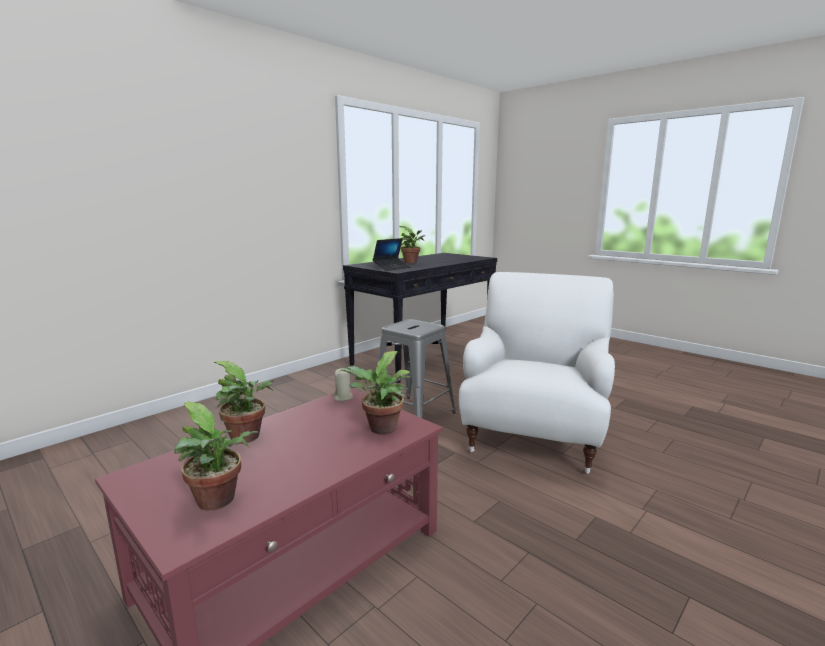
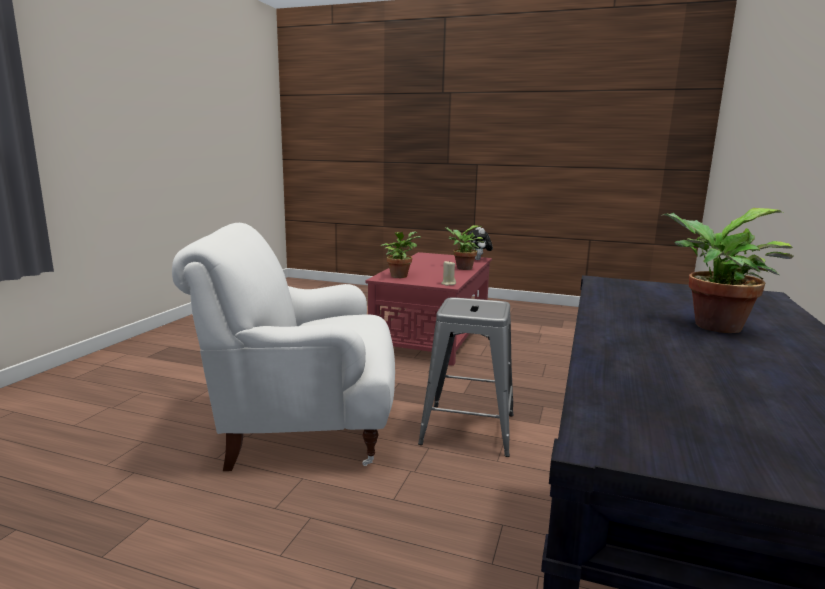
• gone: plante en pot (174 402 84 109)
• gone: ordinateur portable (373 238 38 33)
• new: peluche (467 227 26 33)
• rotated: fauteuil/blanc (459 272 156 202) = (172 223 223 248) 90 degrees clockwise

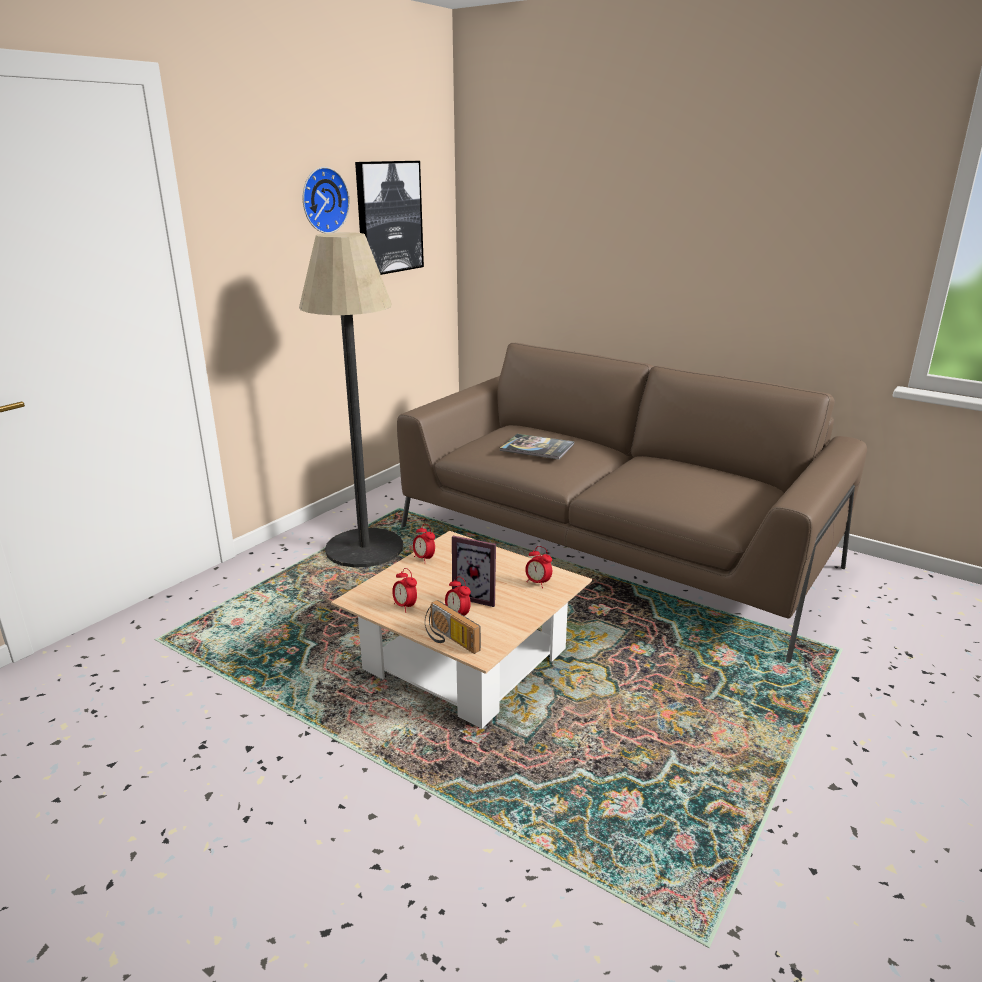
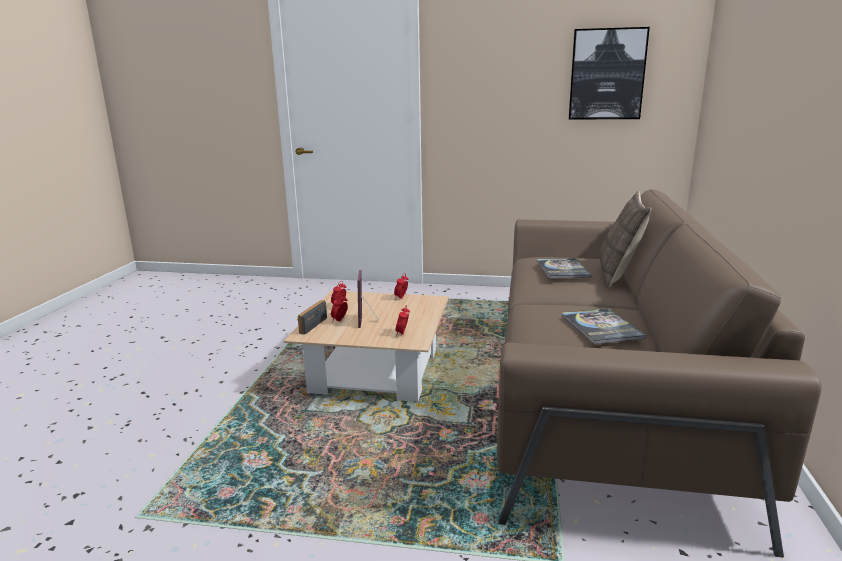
• gone: lampadaire (299 232 104 335)
• gone: horloge murale (303 167 47 66)
• new: livre (562 308 84 36)
• new: coussin (599 191 52 96)

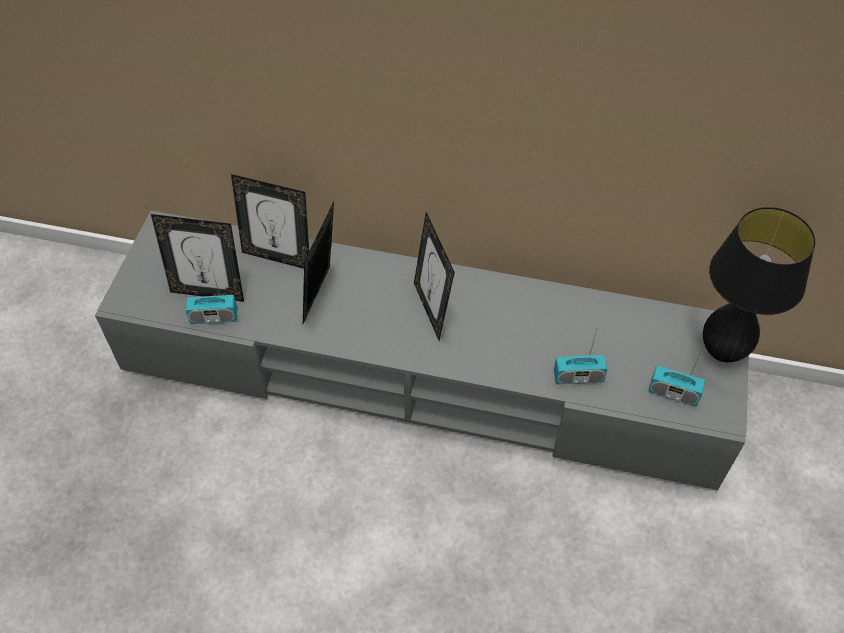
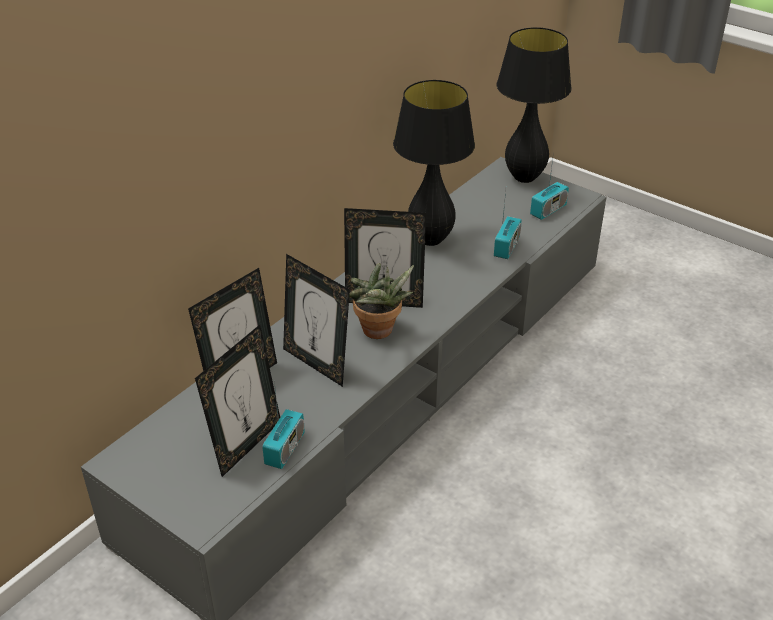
• new: plante en pot (349 263 65 76)
• new: lampe de table/noir (393 80 82 166)

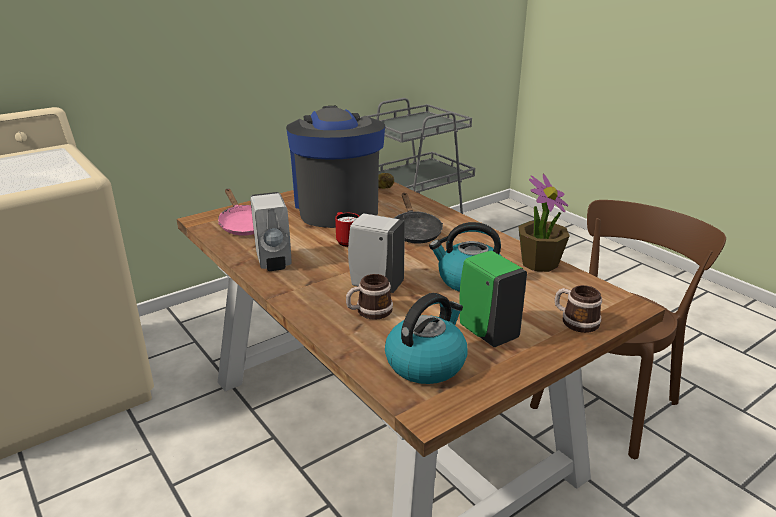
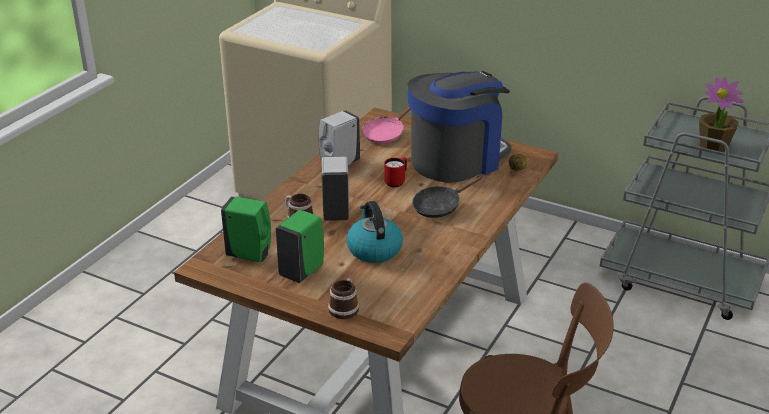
• shifted: plante en pot (518 174 52 98) to (699 77 45 75)
• swapped: bouilloire (385 293 83 91) to distributeur de savon/vert (221 196 50 66)

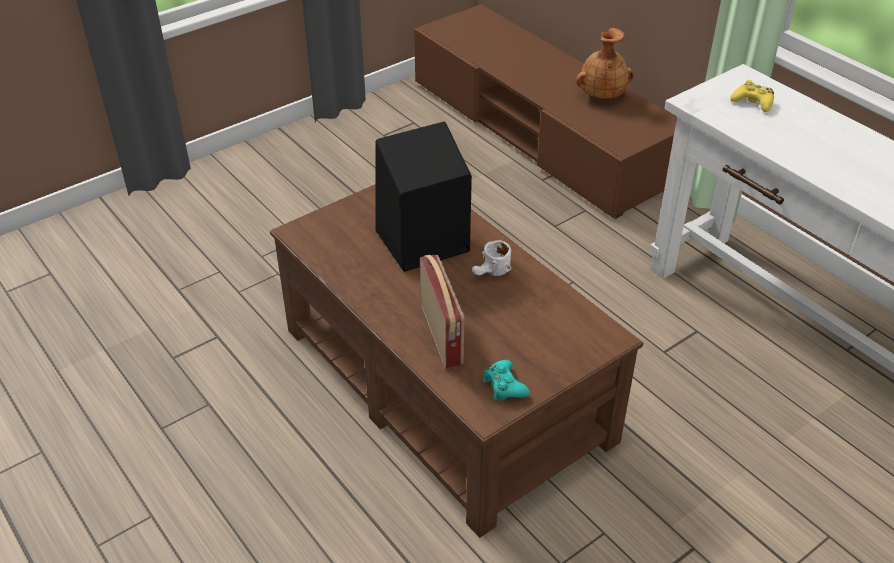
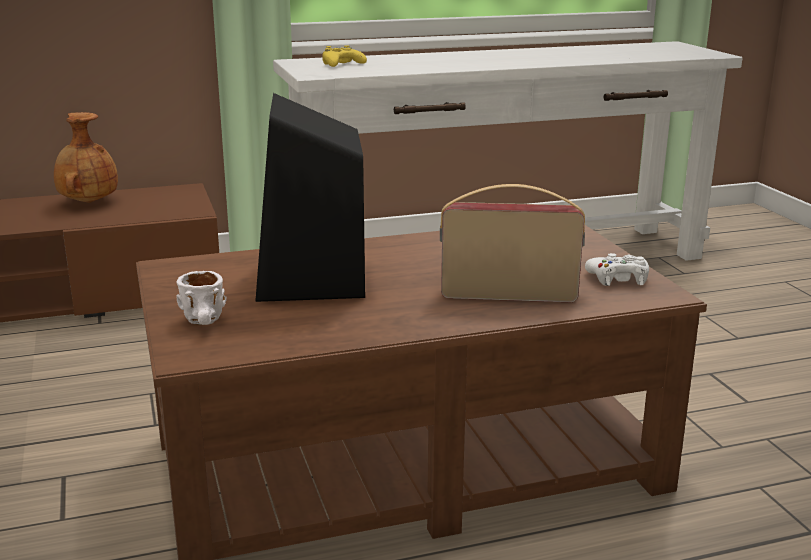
• shifted: mug/blanc (472 240 40 36) to (176 271 51 54)
• repainted: manette/turquoise (482 360 48 41) to manette/blanc (585 253 64 33)

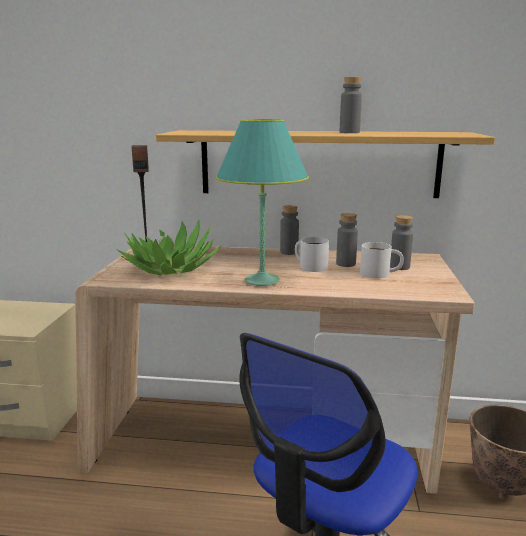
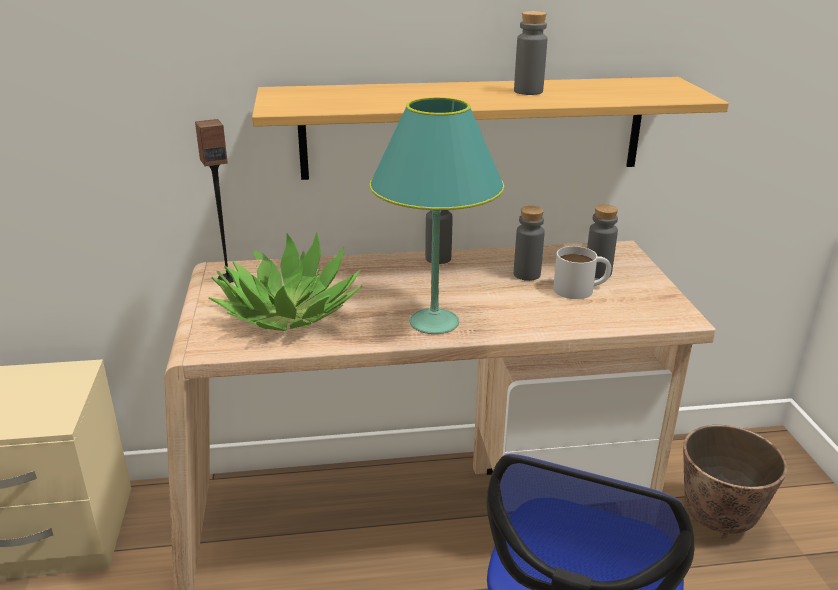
• gone: mug/blanc (295 237 34 35)

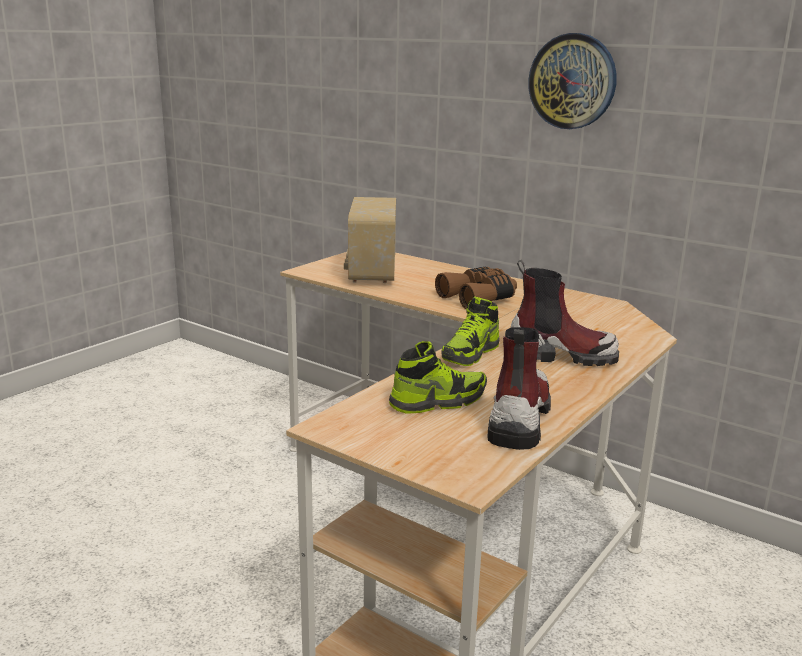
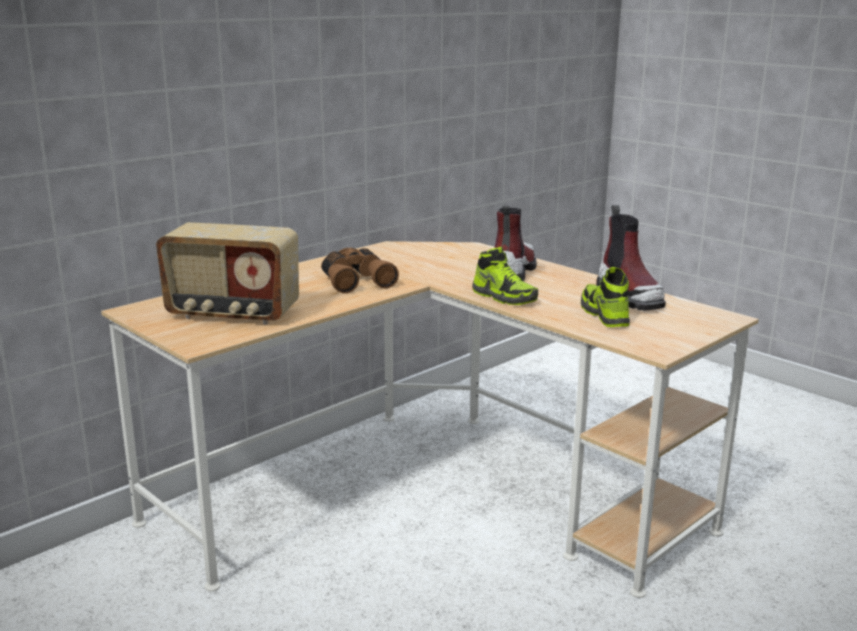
• gone: horloge murale (528 33 89 96)
• rotated: botte (487 327 64 123) = (596 205 70 106) 135 degrees counterclockwise

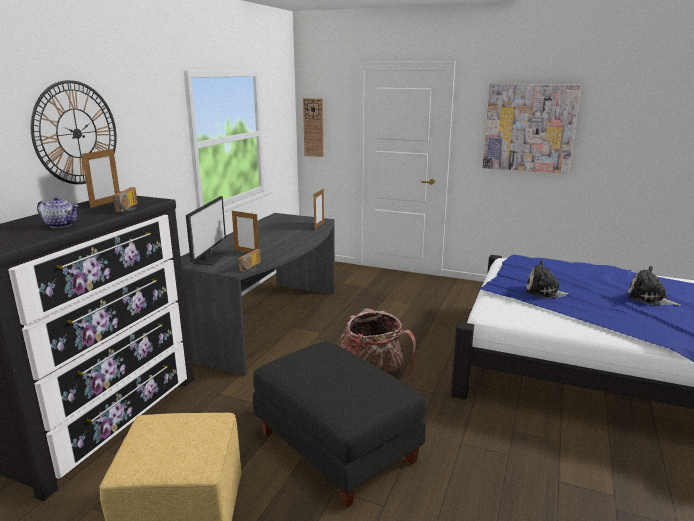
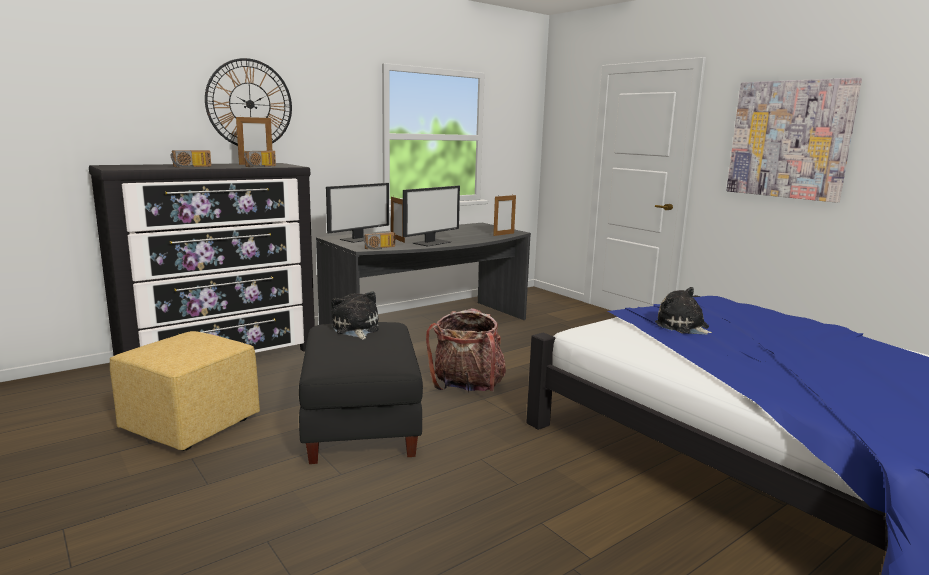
• gone: horloge murale (303 98 21 59)
• new: écran d'ordinateur (403 186 57 61)
• shifted: peluche (627 266 54 40) to (332 291 47 49)
• swapped: théière (37 197 42 31) to radio (171 150 40 17)

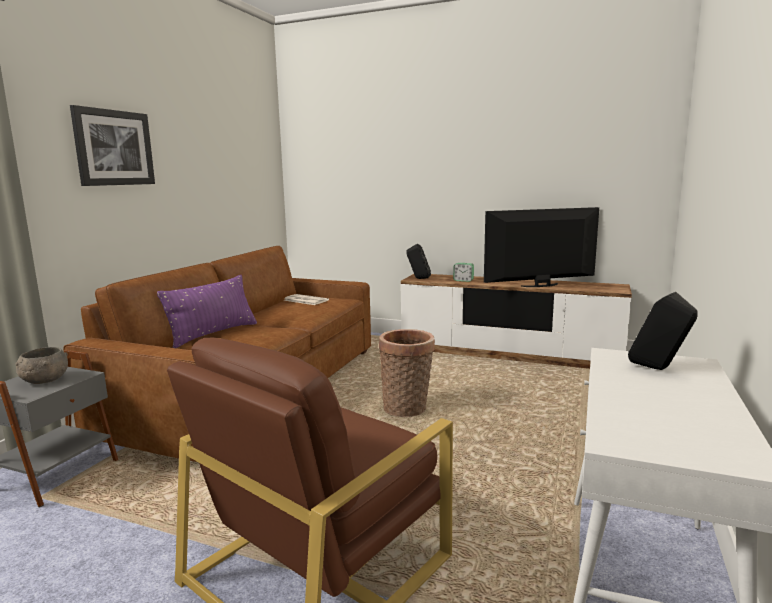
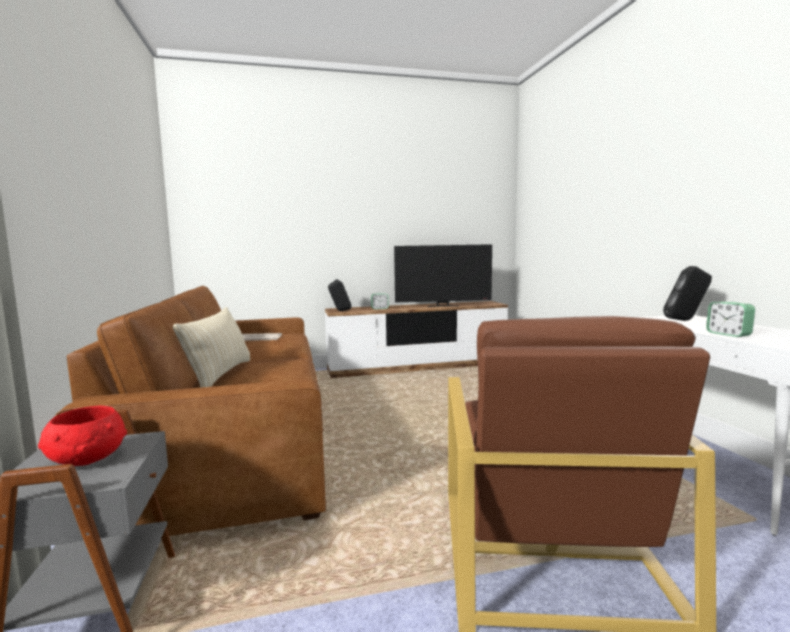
• gone: tableau (70 105 85 81)
• gone: panier (379 329 56 88)
• new: réveil (706 302 49 35)
• repainted: bol/gris (16 347 52 37) to bol/rouge (38 406 89 60)
• repainted: coussin/violet (157 275 100 73) to coussin/beige (173 307 77 81)
• rotated: téléviseur (484 207 115 80) = (394 244 98 63) 135 degrees counterclockwise

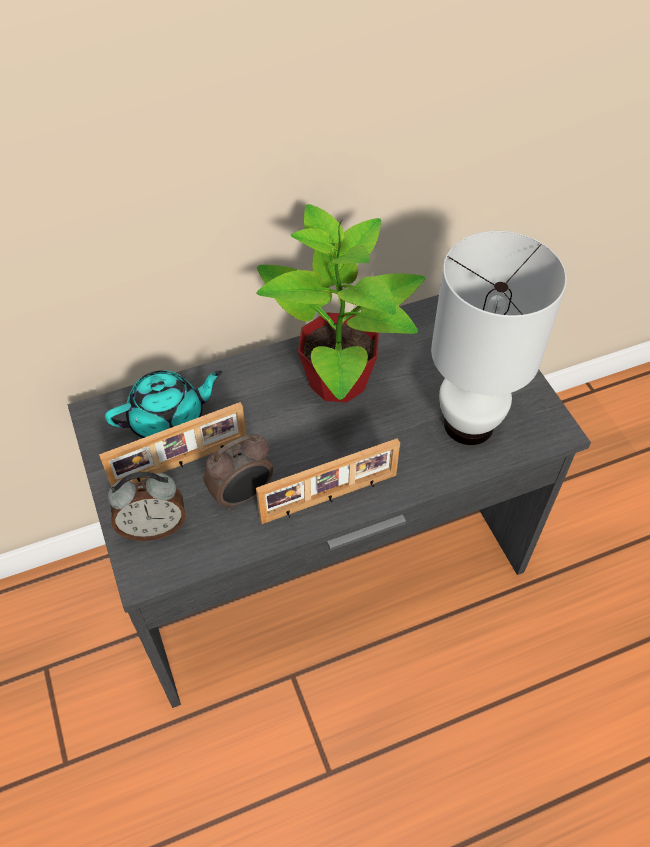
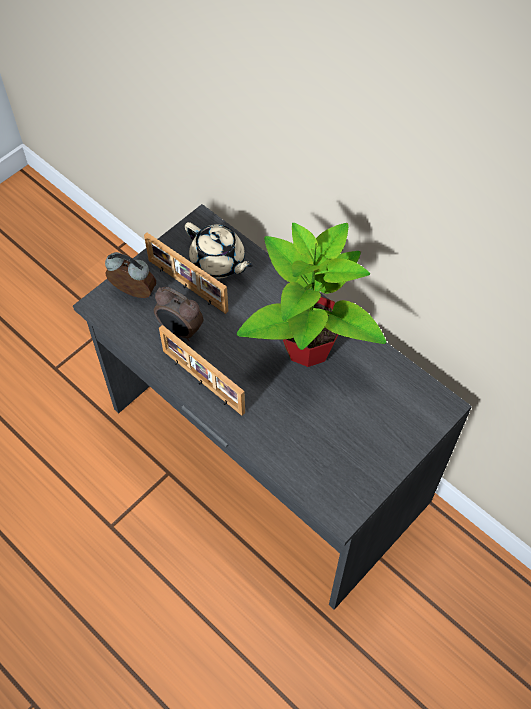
• gone: lampe de table/blanc (431 231 136 214)
• repainted: théière/turquoise (105 370 118 69) to théière/beige (185 222 68 57)
• rotated: réveil (108 472 77 69) = (105 252 51 46) 150 degrees clockwise

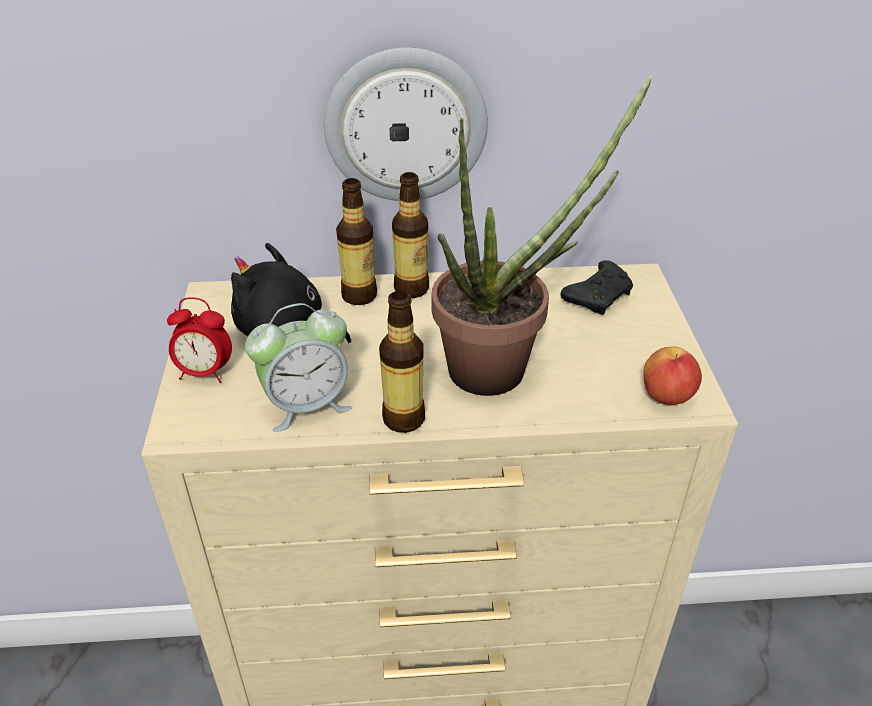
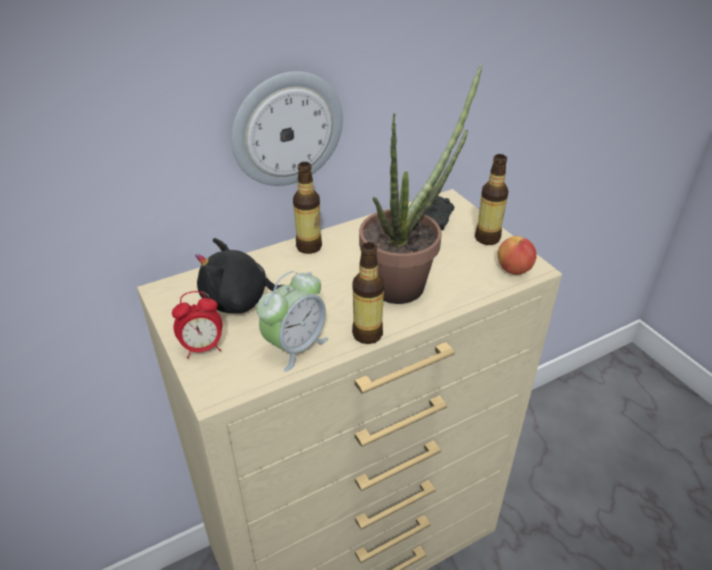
• shifted: bouteille (336 178 41 127) to (475 154 34 91)

